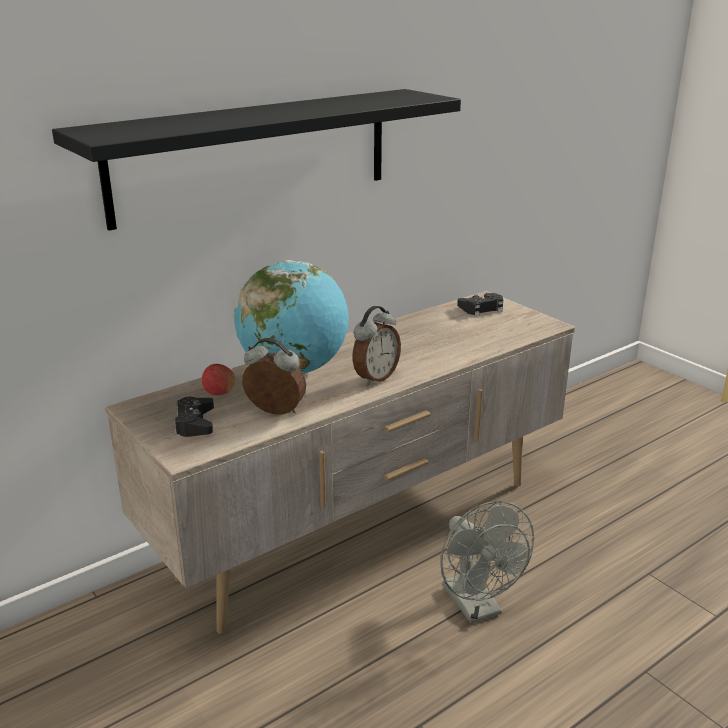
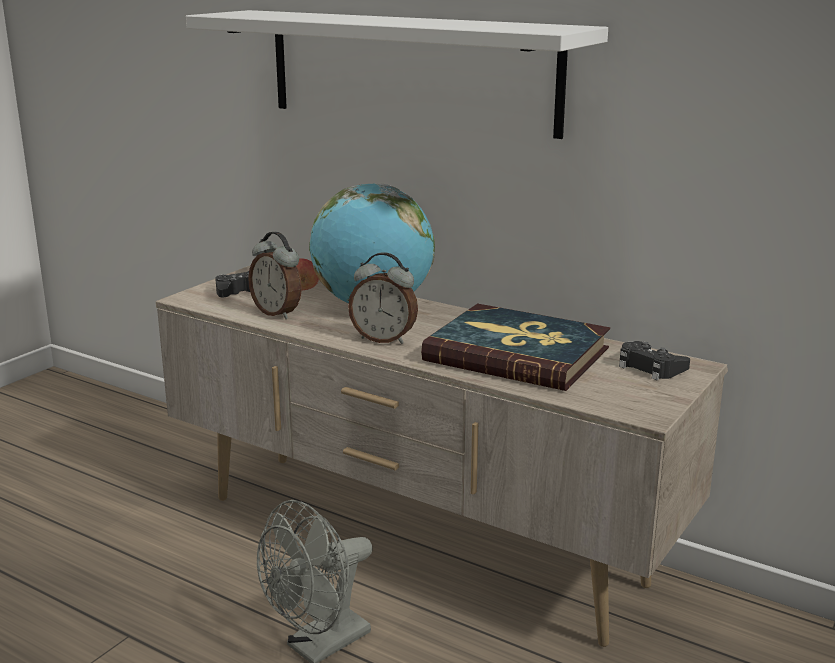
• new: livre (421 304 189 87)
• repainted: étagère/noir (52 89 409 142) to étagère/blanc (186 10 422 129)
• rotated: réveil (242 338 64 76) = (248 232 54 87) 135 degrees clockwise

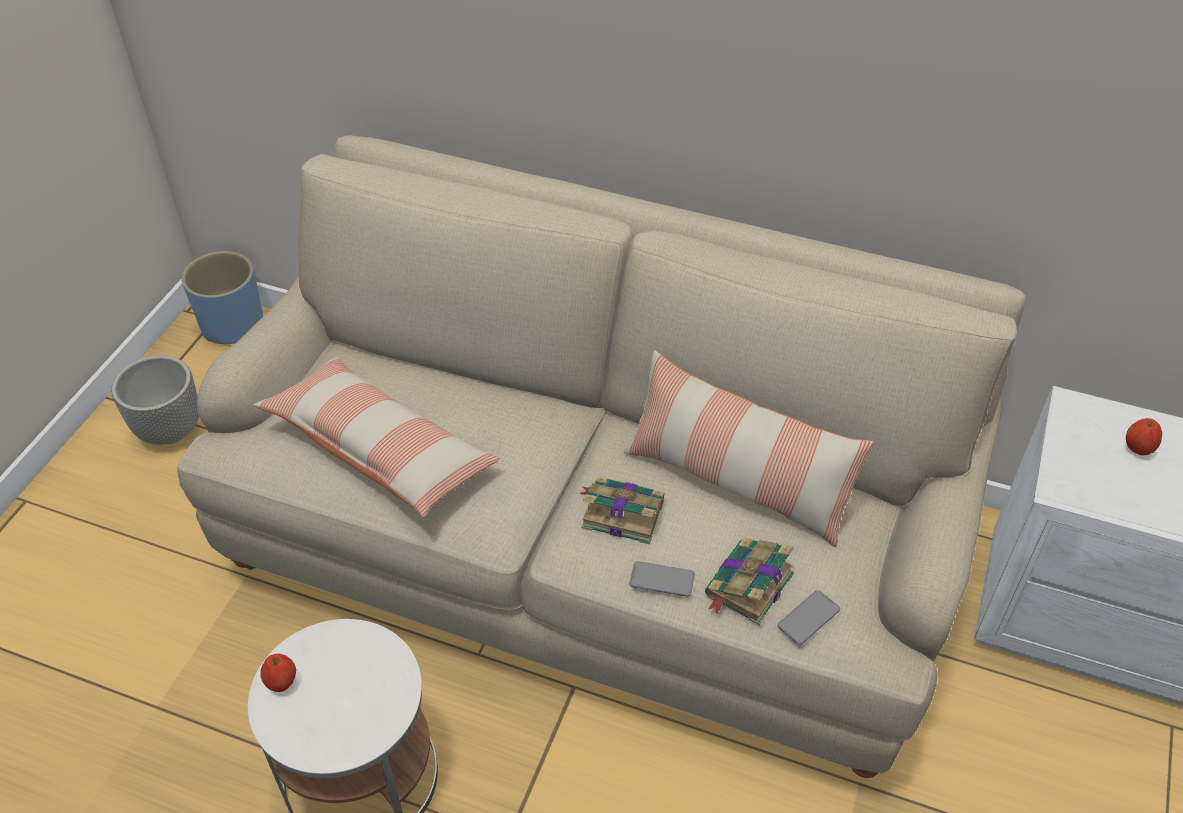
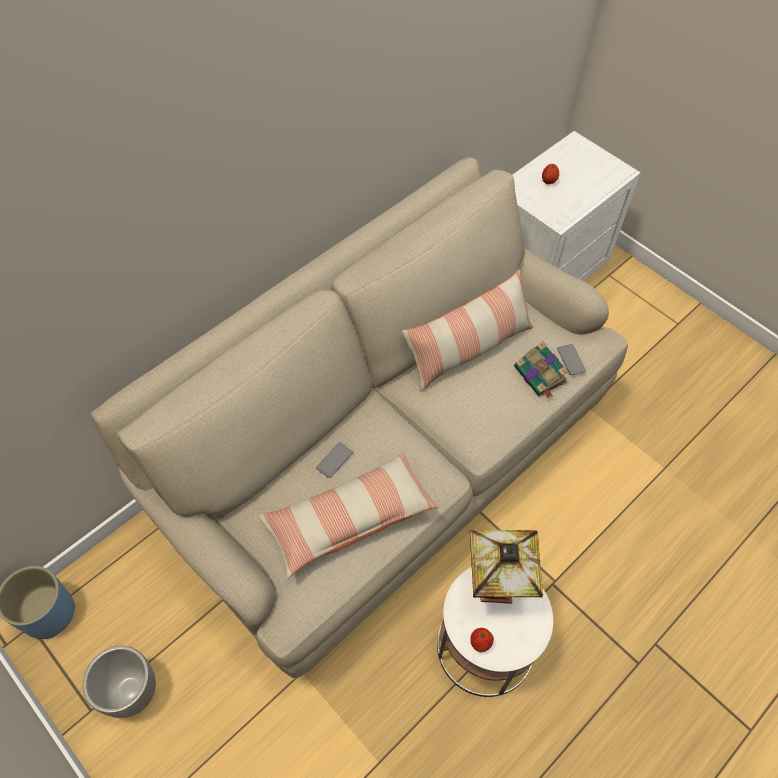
• gone: livre (579 476 86 68)
• new: lampe de table (470 530 73 74)
• shifted: téléphone (629 561 66 36) to (316 442 37 36)

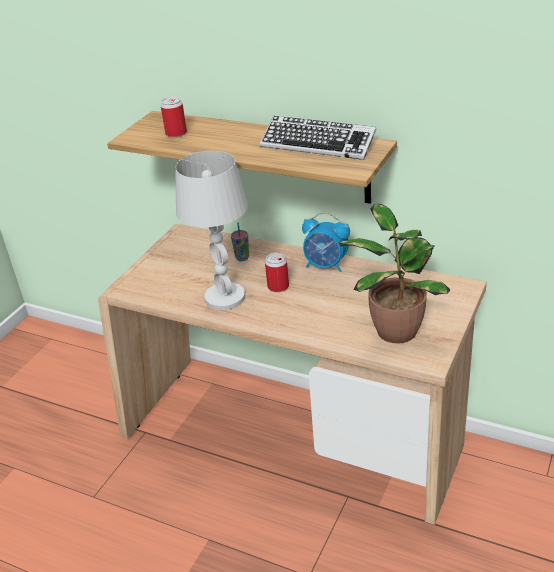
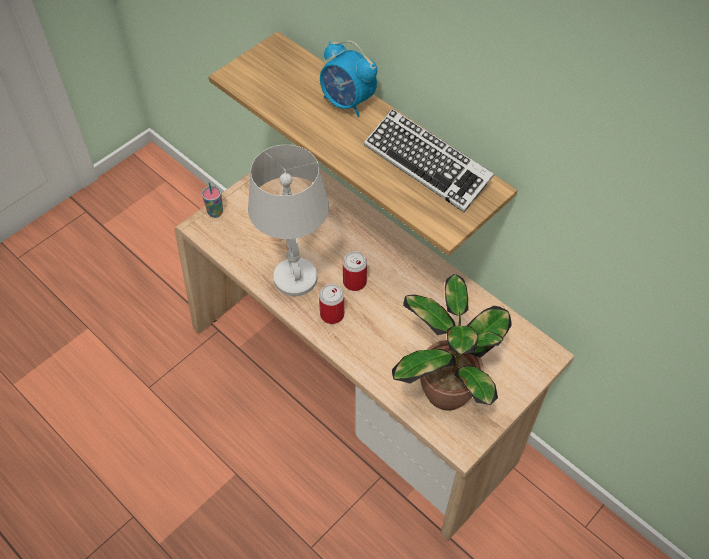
• shifted: boîte métallique (161 97 26 41) to (319 284 25 40)
• shifted: tasse (231 222 18 39) to (202 182 21 36)
• shifted: réveil (302 212 48 60) to (320 40 57 77)

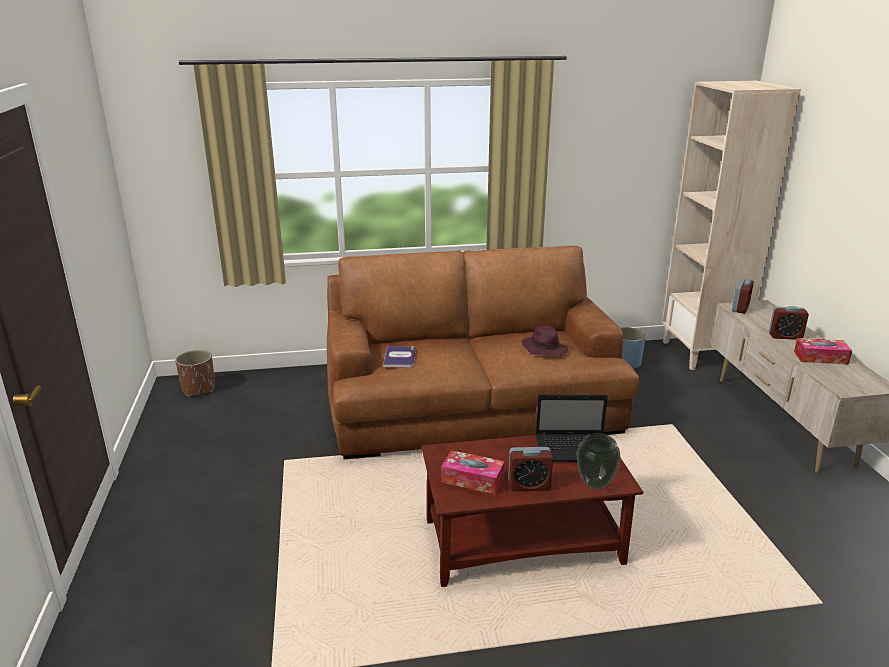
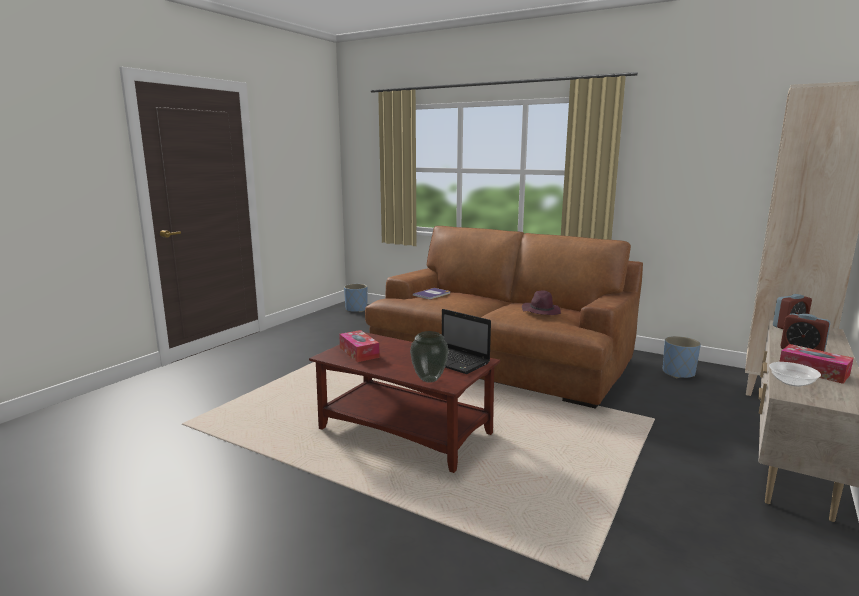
• gone: réveil (508 447 45 44)
• new: bol (769 362 52 25)
• repainted: cache-pot/marron (175 350 40 47) to cache-pot/bleu (344 284 23 28)

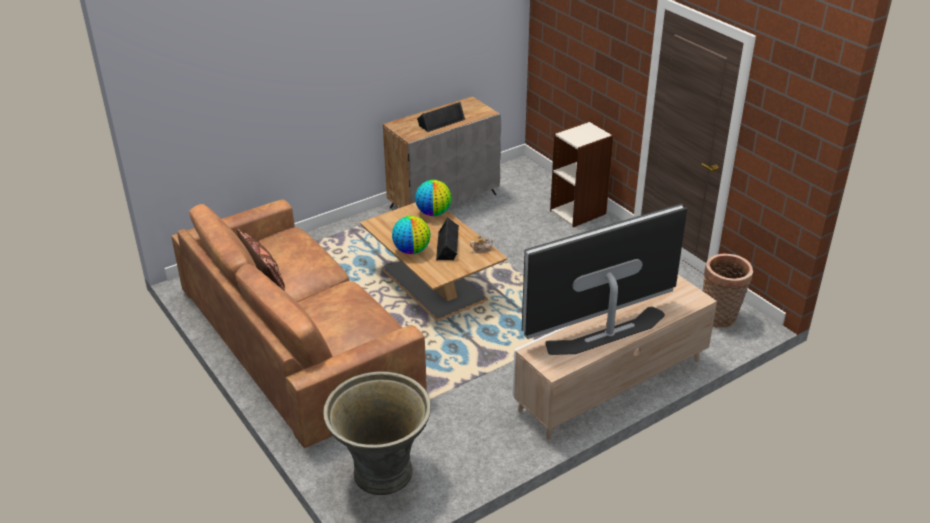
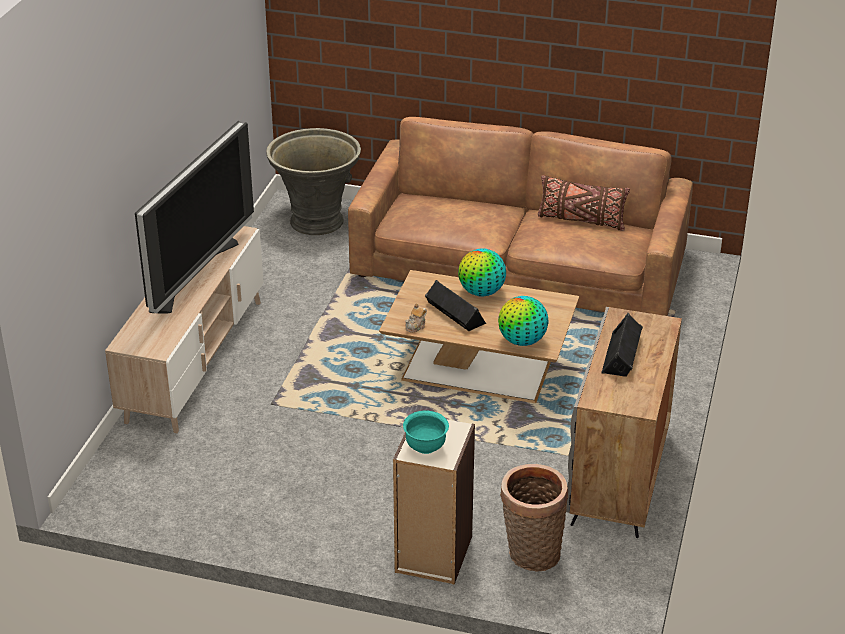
• new: bol/turquoise (403 410 46 44)
• shifted: panier (702 254 51 74) to (500 464 69 108)

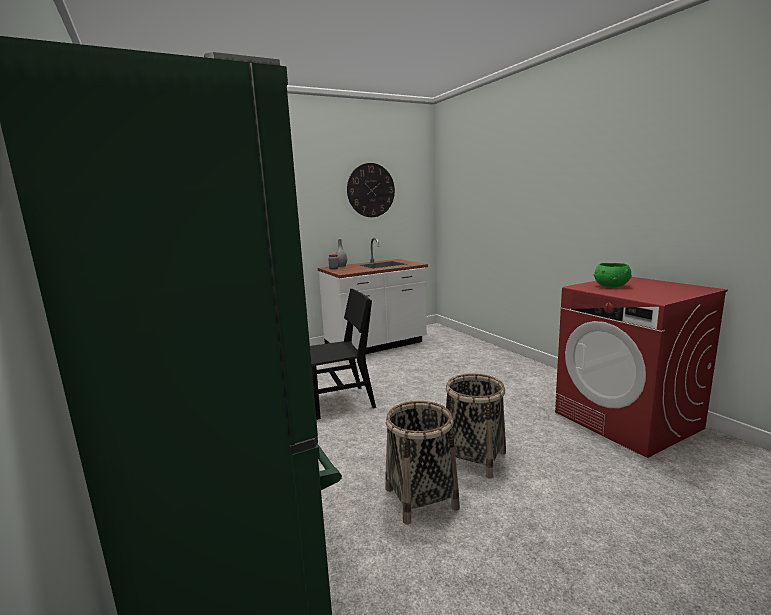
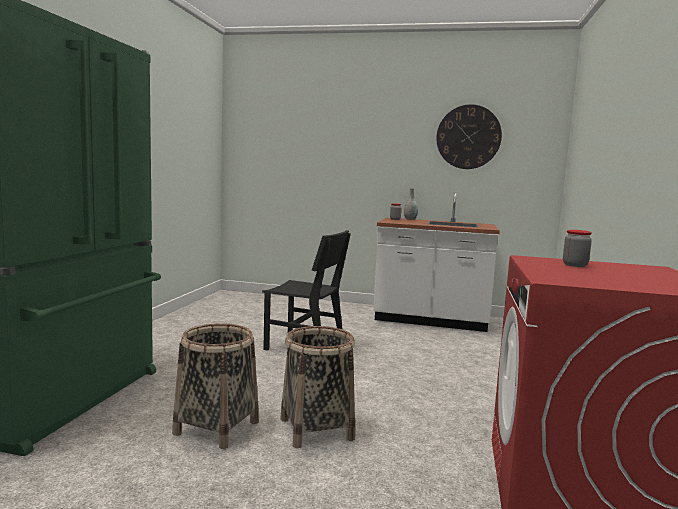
• swapped: bol/vert (593 263 39 24) to bocal (563 230 29 37)

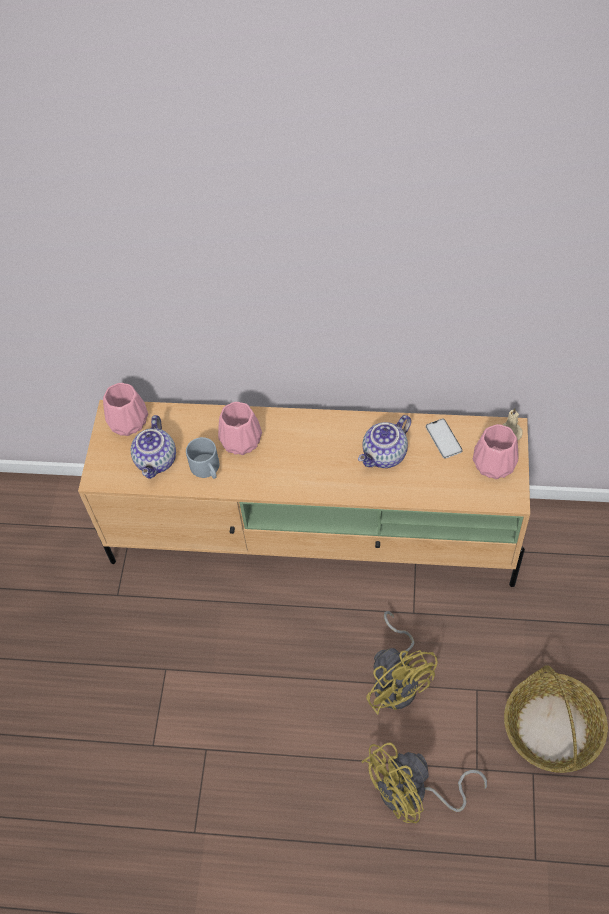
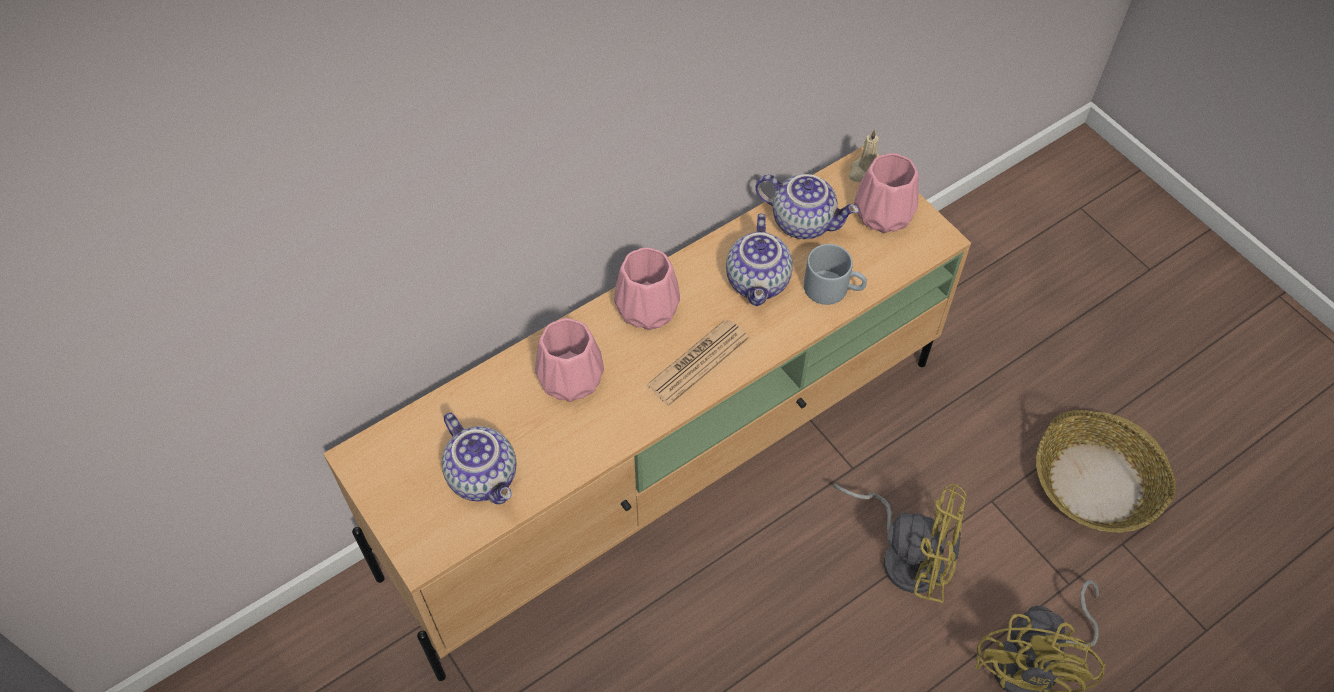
• new: journal (645 320 104 85)
• shifted: vase/rose (103 383 45 53) to (614 248 66 82)
• shifted: mug/gris (186 437 33 42) to (804 244 63 61)
• swapped: téléphone (426 419 37 40) to théière (755 174 104 65)

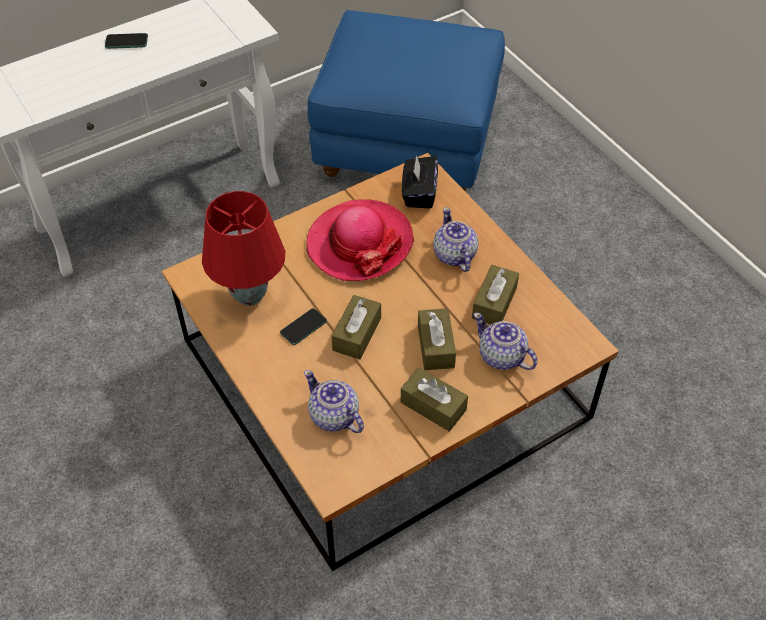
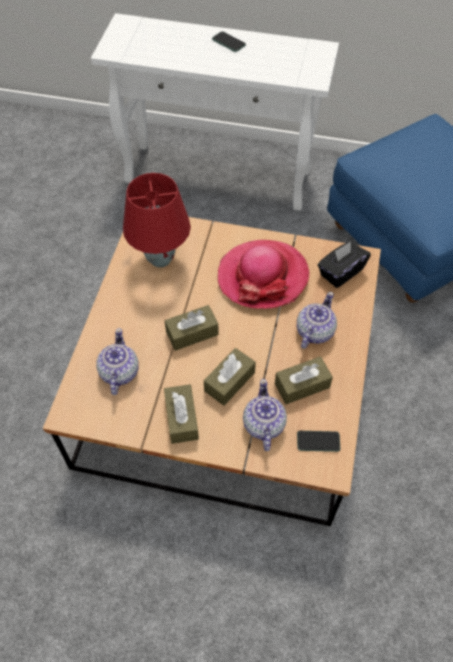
• shifted: téléphone (280 308 47 37) to (297 431 44 21)

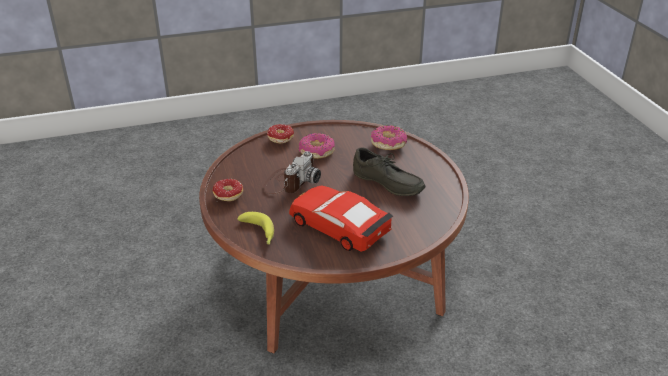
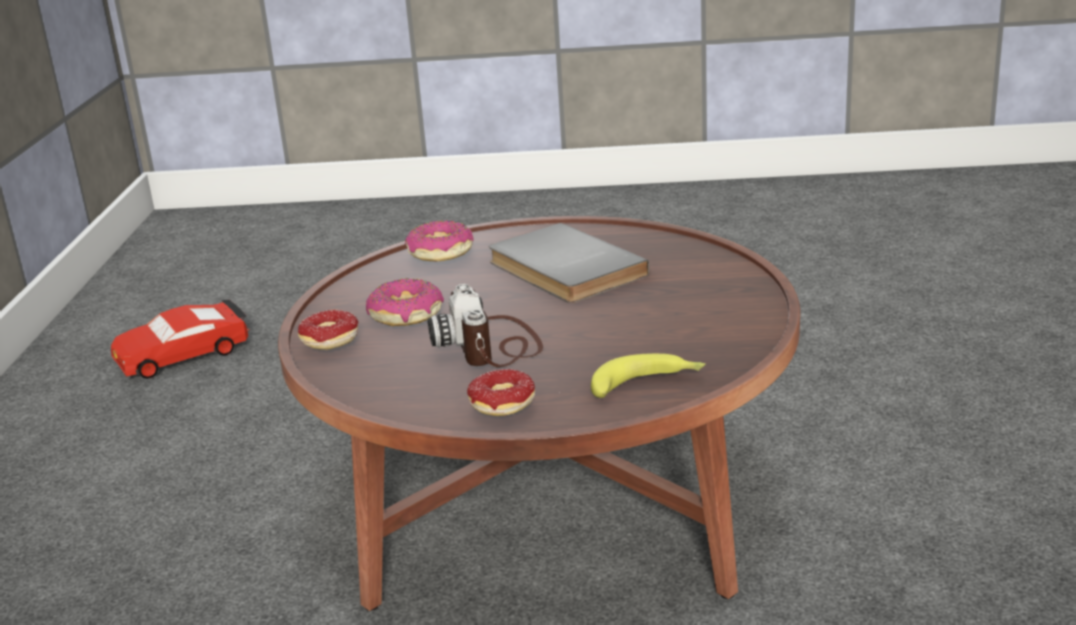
• shifted: petite voiture/rouge (289 185 104 67) to (111 299 138 80)
• swapped: chaussure/gris (353 148 72 48) to livre/gris (489 223 160 80)
• rotated: appareil photo (263 151 58 43) = (428 284 115 84) 150 degrees counterclockwise

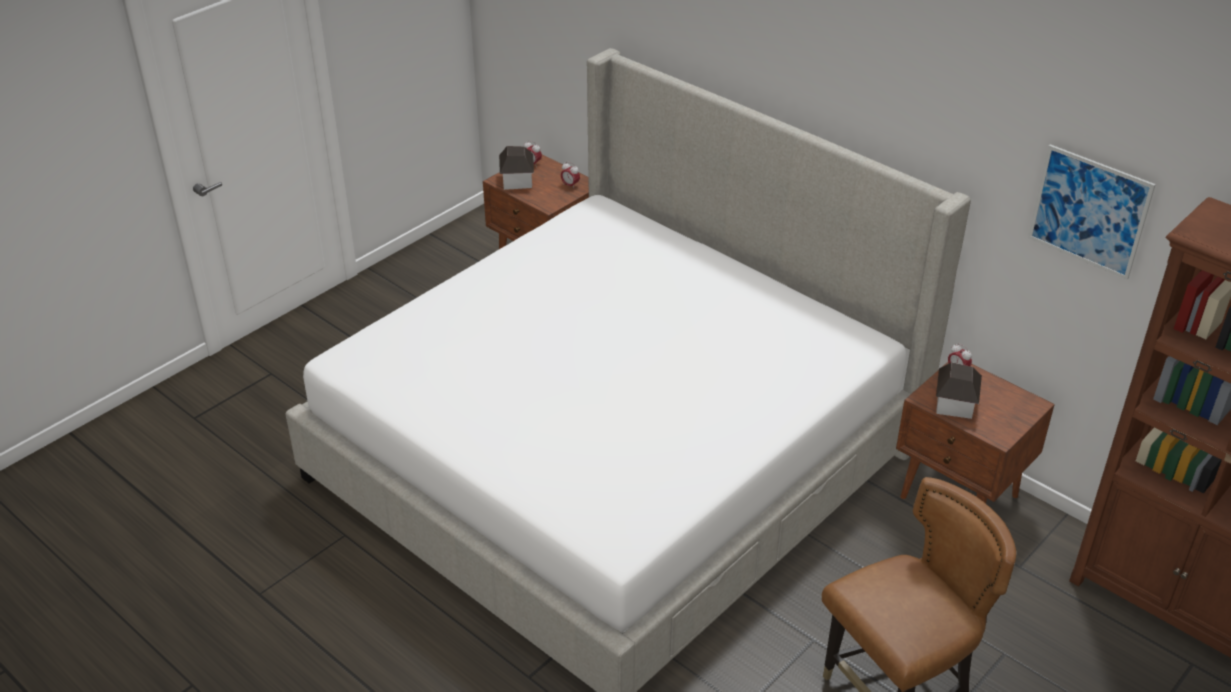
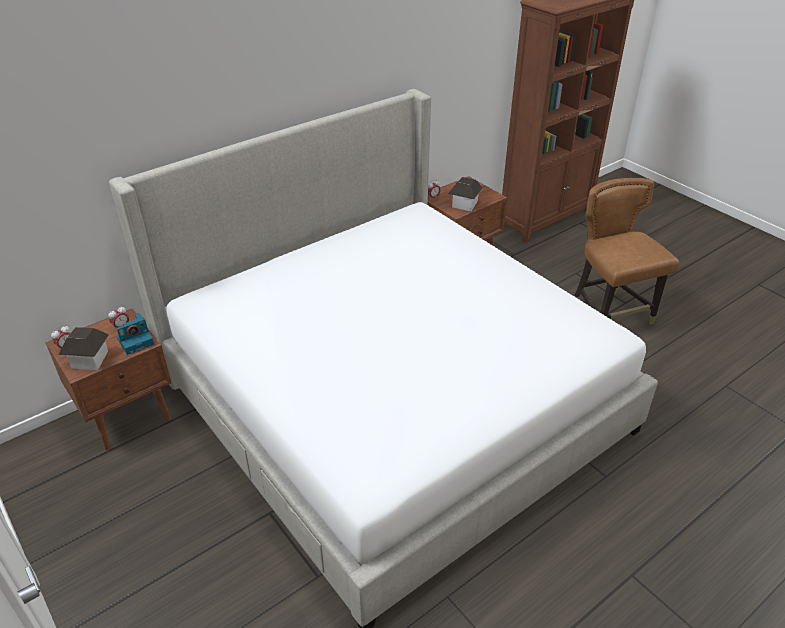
• gone: tableau (1028 144 128 136)
• new: appareil photo (117 313 37 42)

